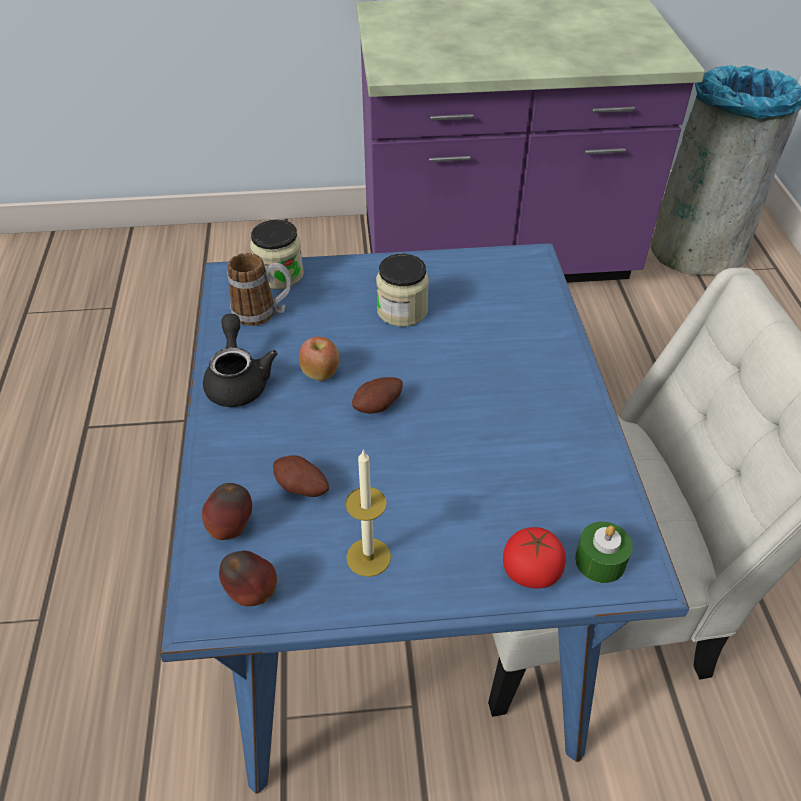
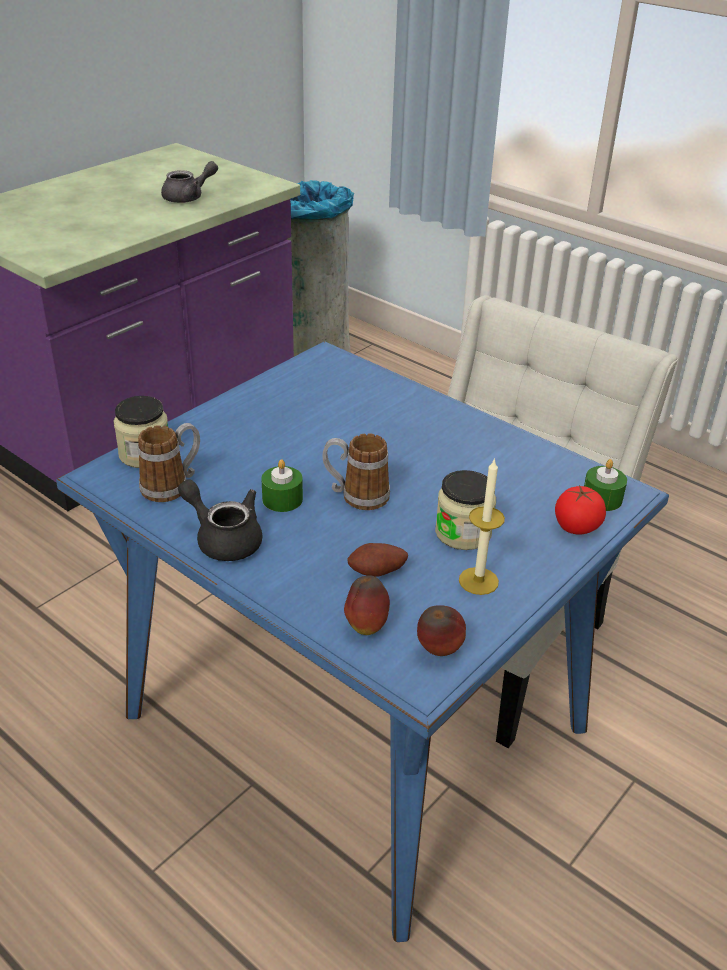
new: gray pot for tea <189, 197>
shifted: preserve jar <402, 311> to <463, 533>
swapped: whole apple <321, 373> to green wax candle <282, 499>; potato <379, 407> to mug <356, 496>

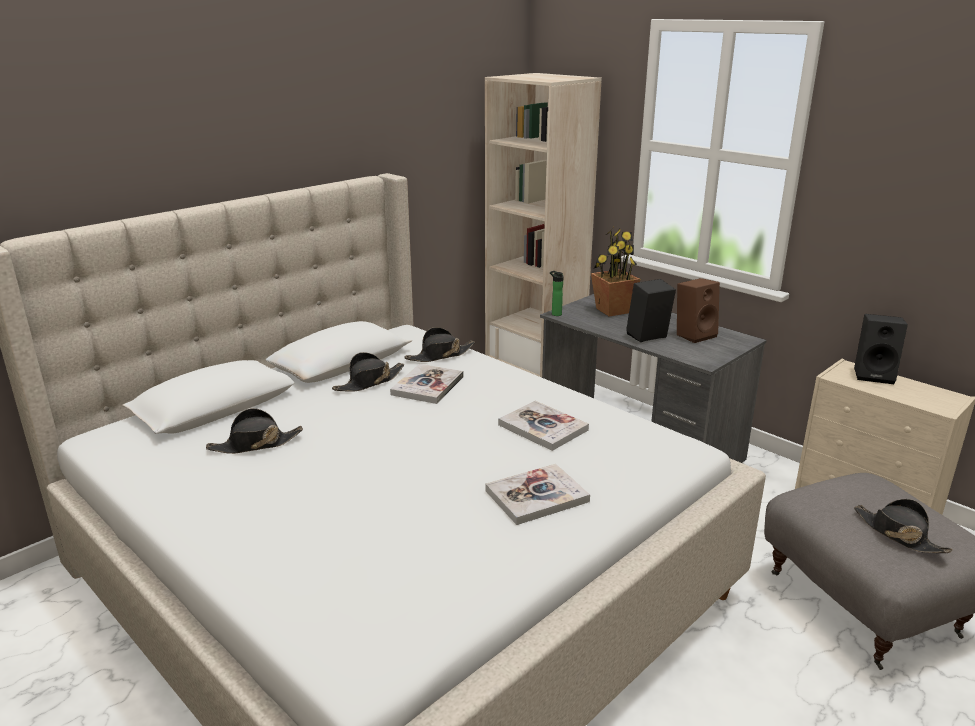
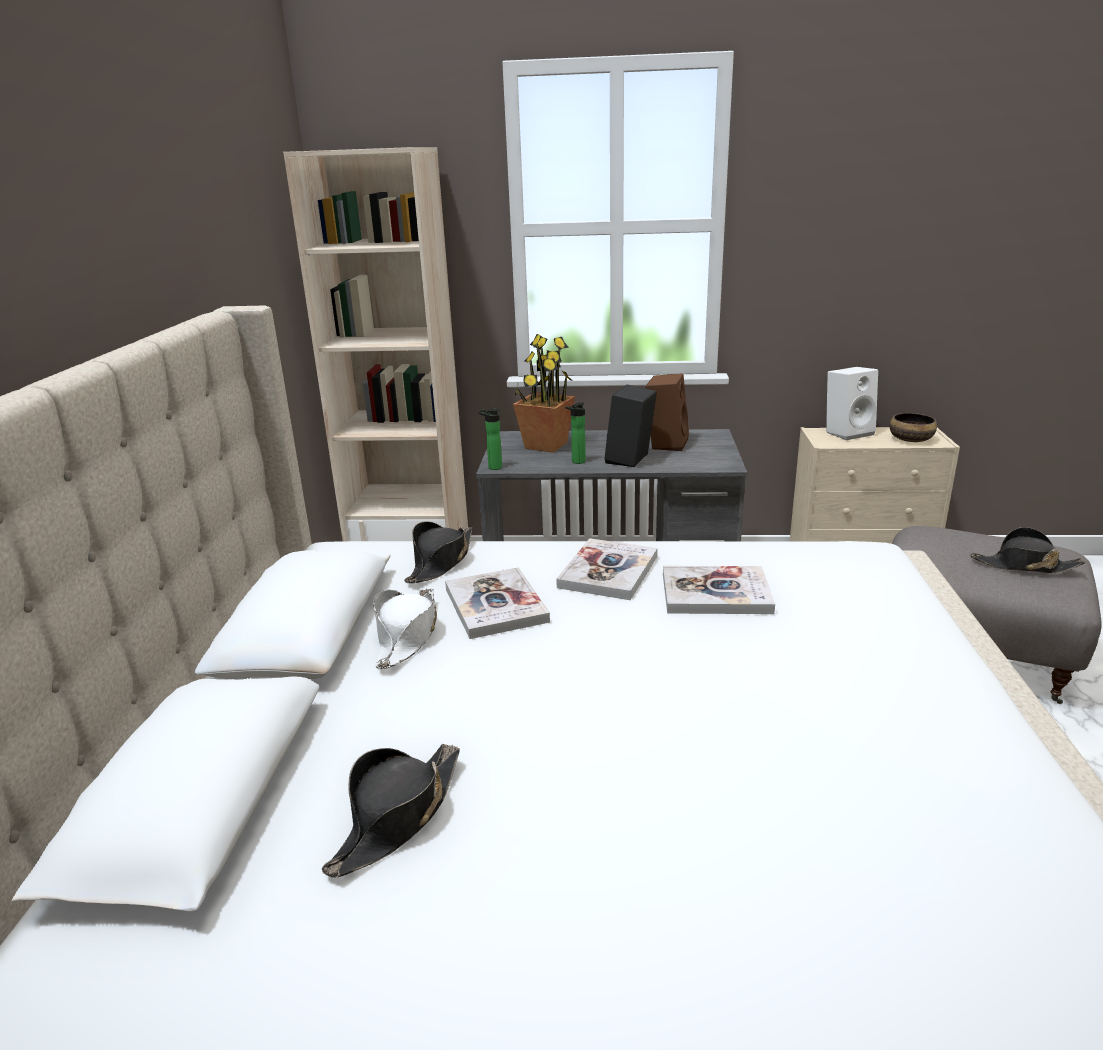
new: bottle <576, 462>; deep dish <910, 439>
shifted: volume <537, 496> to <608, 571>
repainted: black clothing hat <369, 382> to white clothing hat <407, 635>; black audio speaker <874, 375> to white audio speaker <848, 432>

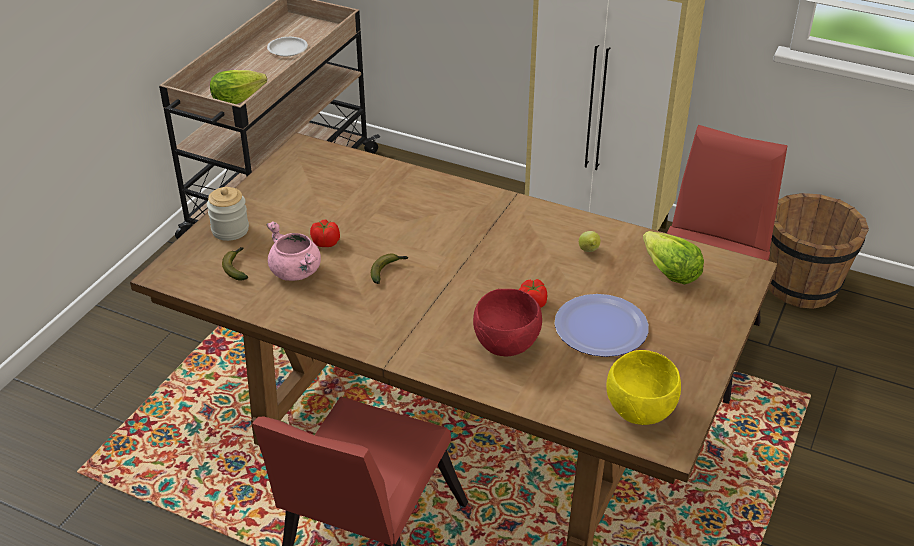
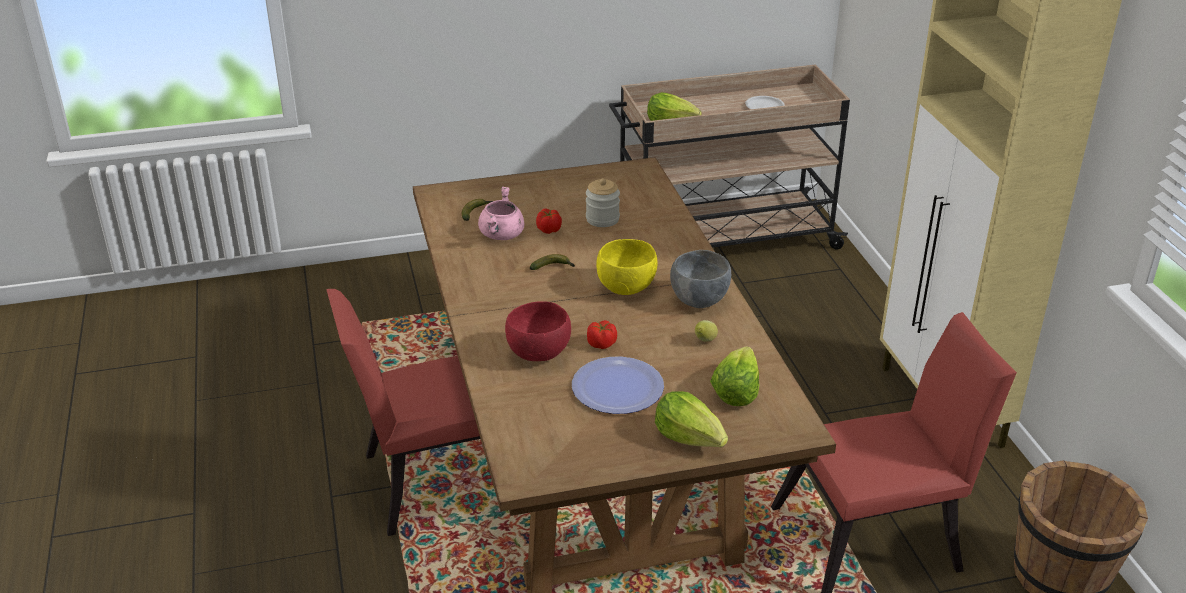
new: lettuce head <690, 437>; gray deep dish <698, 301>
shifted: preserve jar <230, 230> to <602, 219>; yellow deep dish <639, 411> to <625, 288>

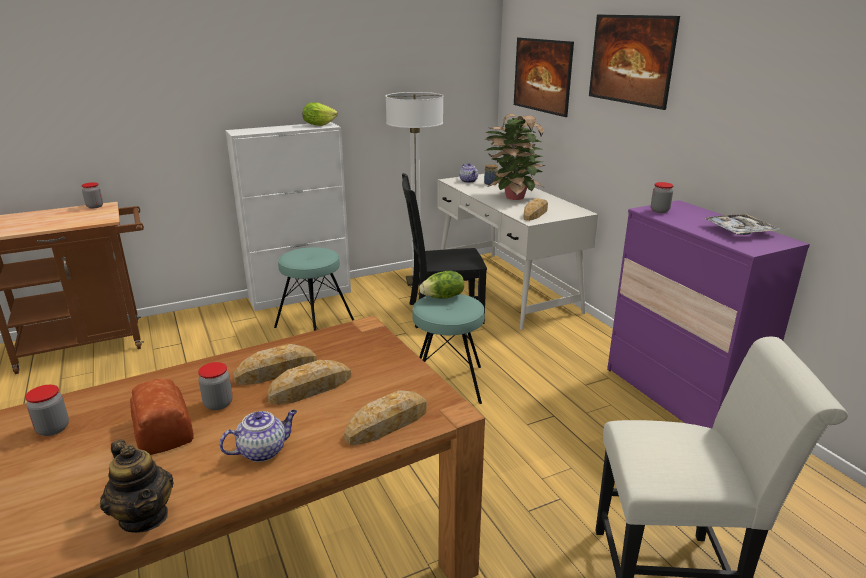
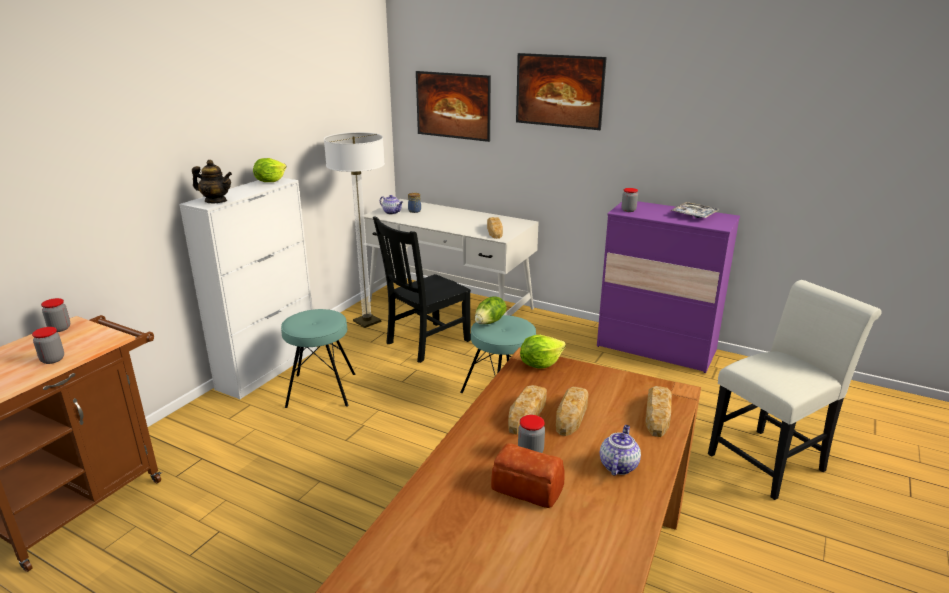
gone: potted plant <512, 197>
new: lettuce head <540, 364>
shifted: preserve jar <53, 429> to <52, 359>; pot for tea <144, 517> to <216, 201>

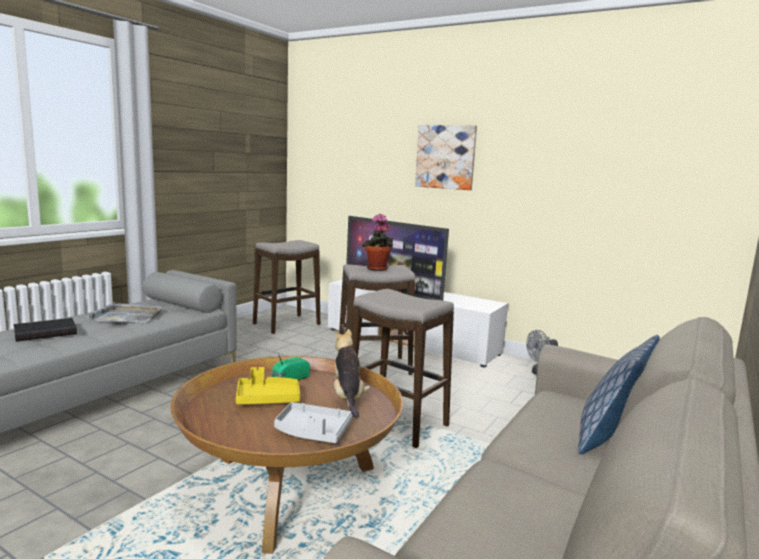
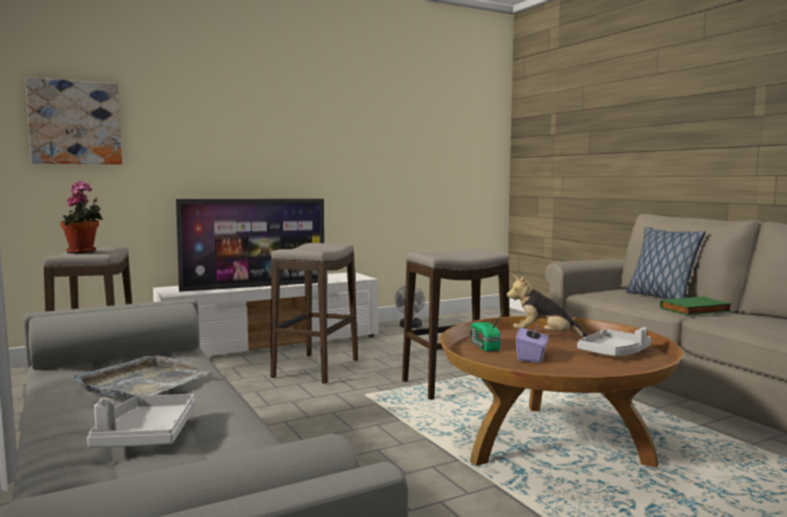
new: green volume <696, 310>
shifted: potted plant <377, 269> to <83, 252>; wall picture <446, 157> to <75, 122>
swapped: black volume <46, 332> to gray tray <146, 435>; yellow tray <267, 399> to purple box of tissues <532, 357>

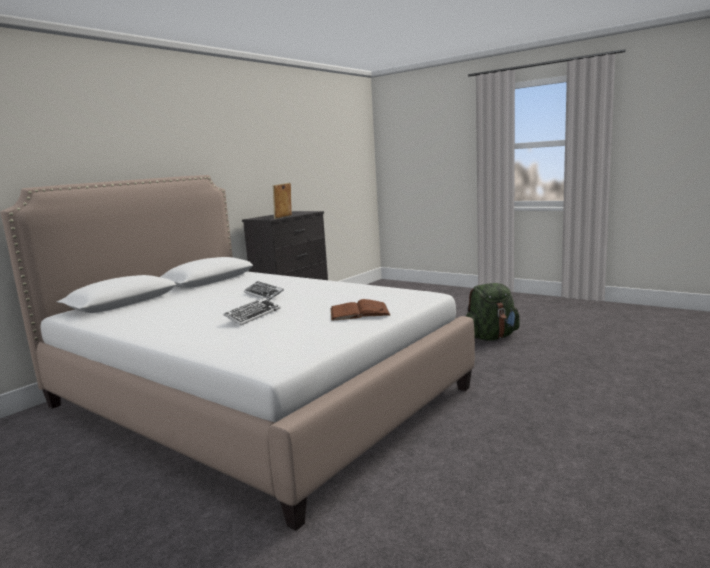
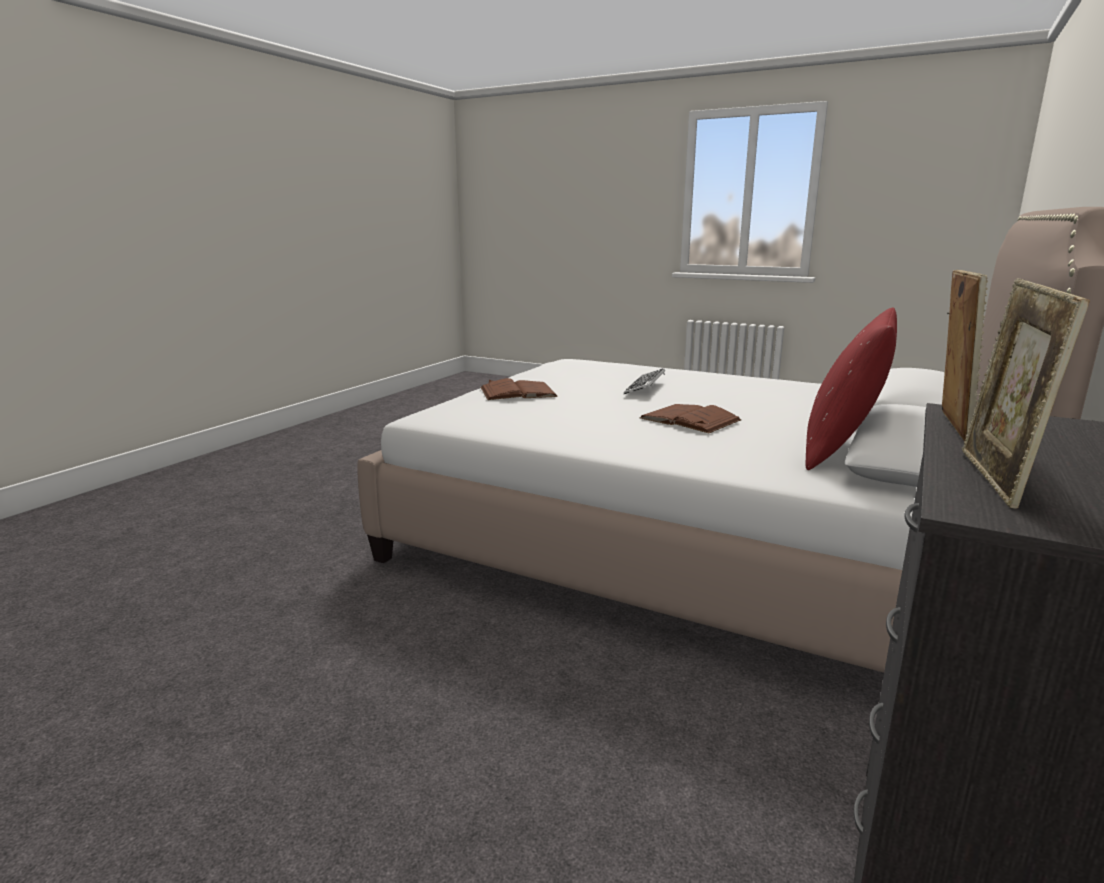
gone: green knapsack <491, 337>
new: red throw pillow <842, 451>; picture frame <995, 479>
swapped: computer keyboard <264, 294> to brown-coloured volume <690, 419>

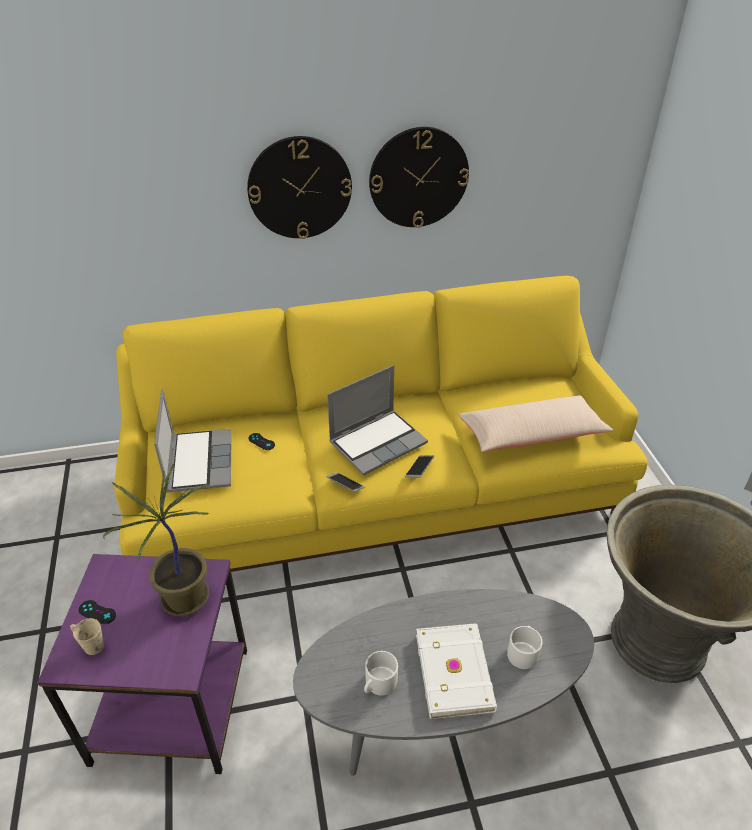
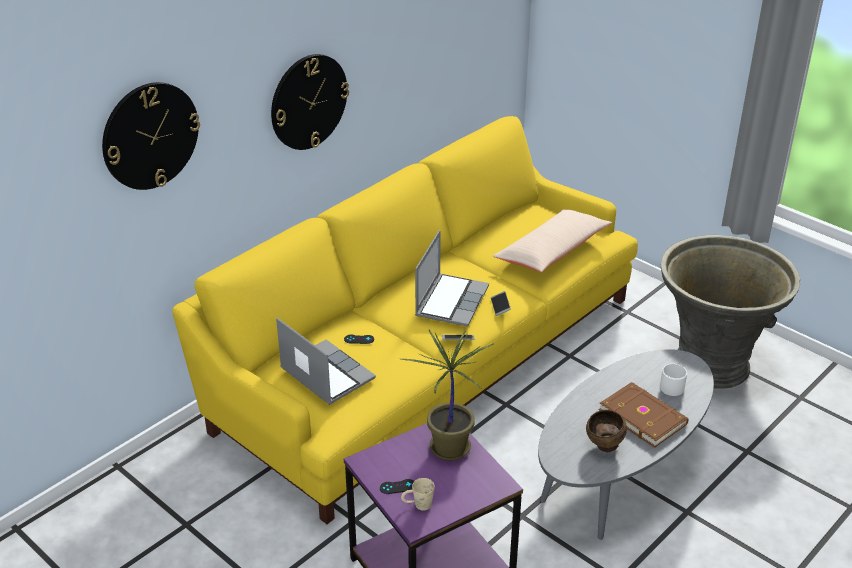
shifted: clock on the wall <418, 178> to <150, 136>
swapped: white mug <378, 683> to brown-coloured deep dish <604, 447>
repainted: white volume <456, 671> to brown-coloured volume <643, 416>

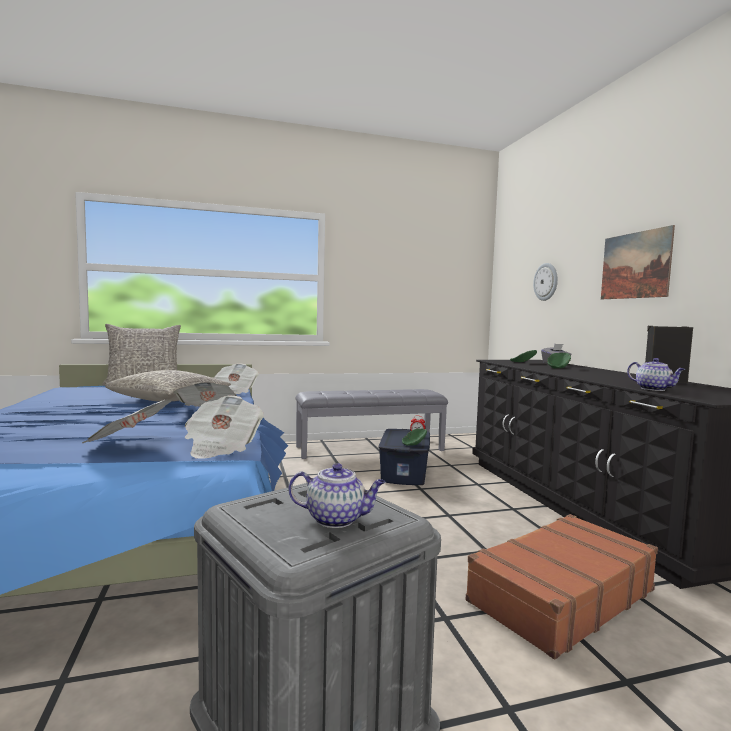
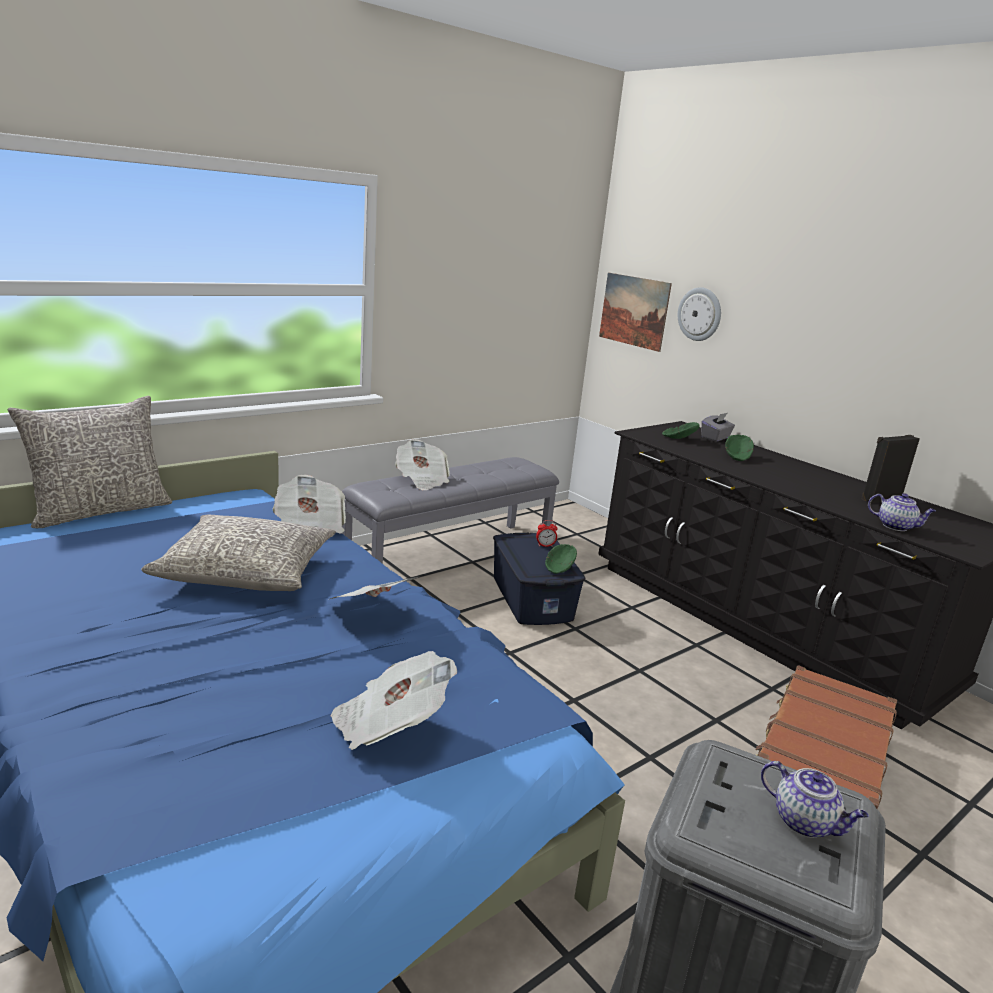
shifted: daily paper <221, 447> to <422, 480>; wall picture <635, 265> to <634, 311>
rotated: pot for tea <337, 519> = <805, 822> 60 degrees clockwise

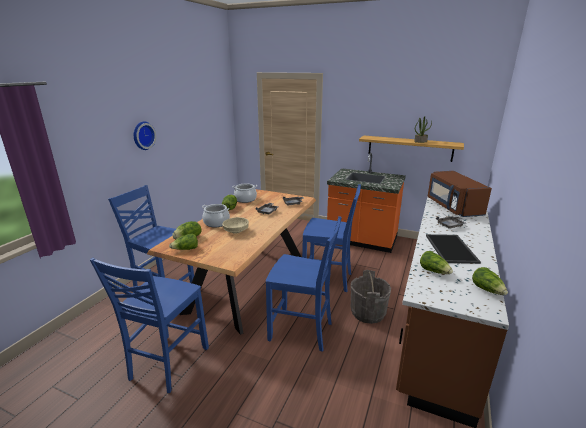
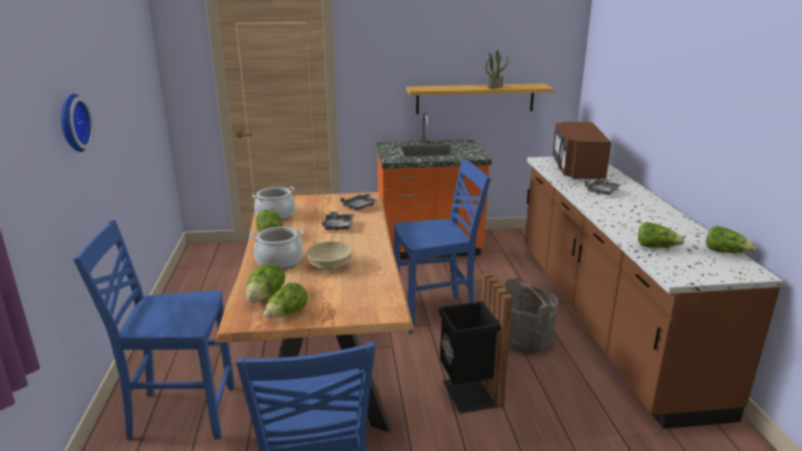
gone: tray <452, 249>
swapped: blue-coloured upright chair <302, 331> to black waste bin <469, 393>
rotated: brown-coloured microwave oven <453, 207> = <576, 169> 45 degrees clockwise

